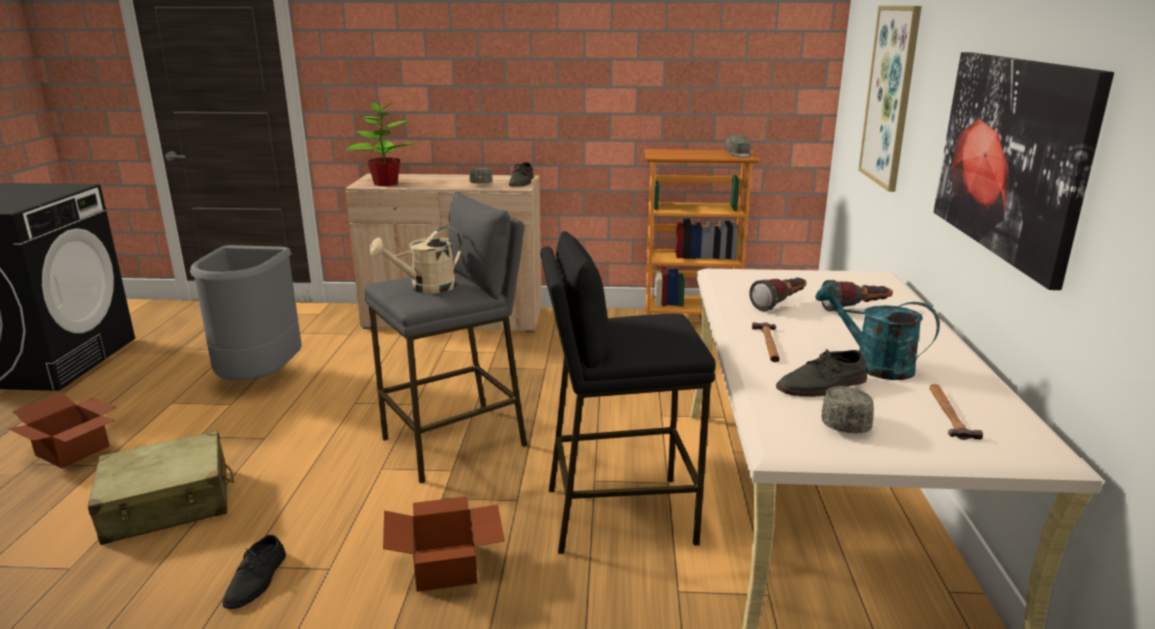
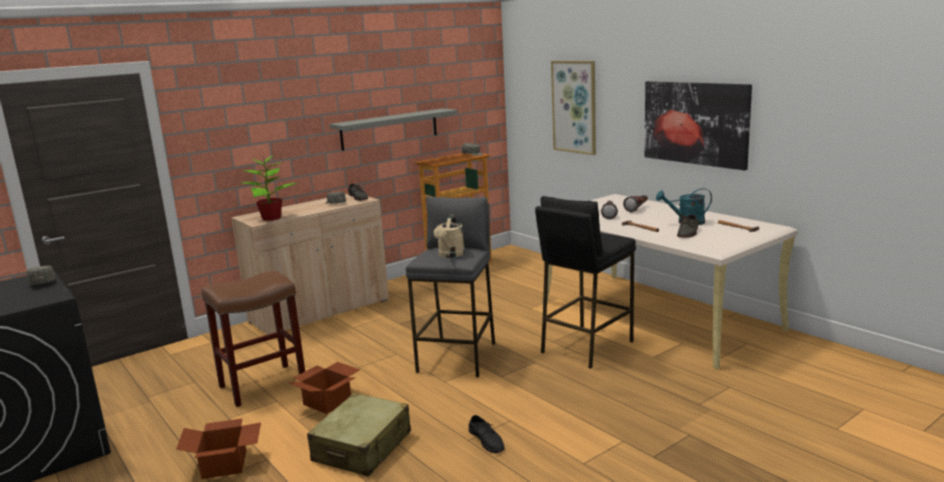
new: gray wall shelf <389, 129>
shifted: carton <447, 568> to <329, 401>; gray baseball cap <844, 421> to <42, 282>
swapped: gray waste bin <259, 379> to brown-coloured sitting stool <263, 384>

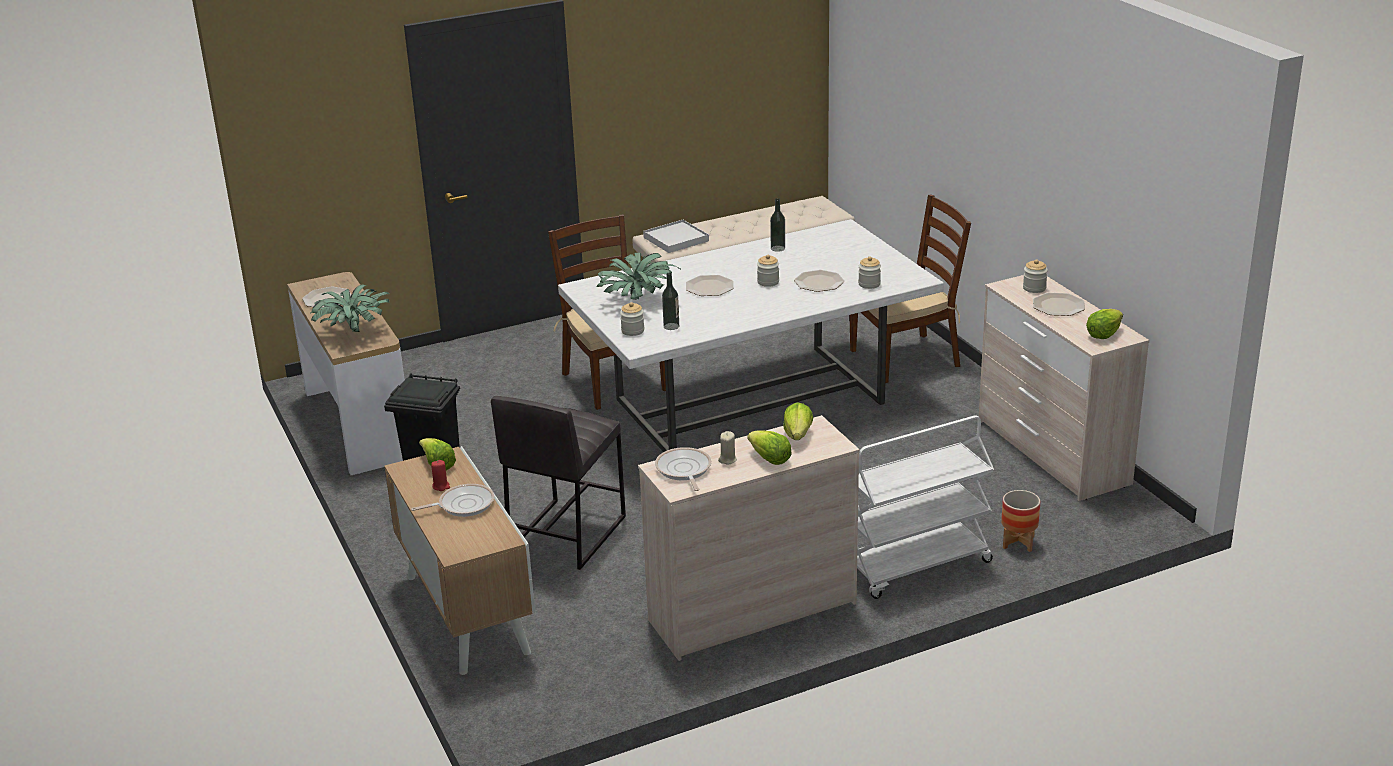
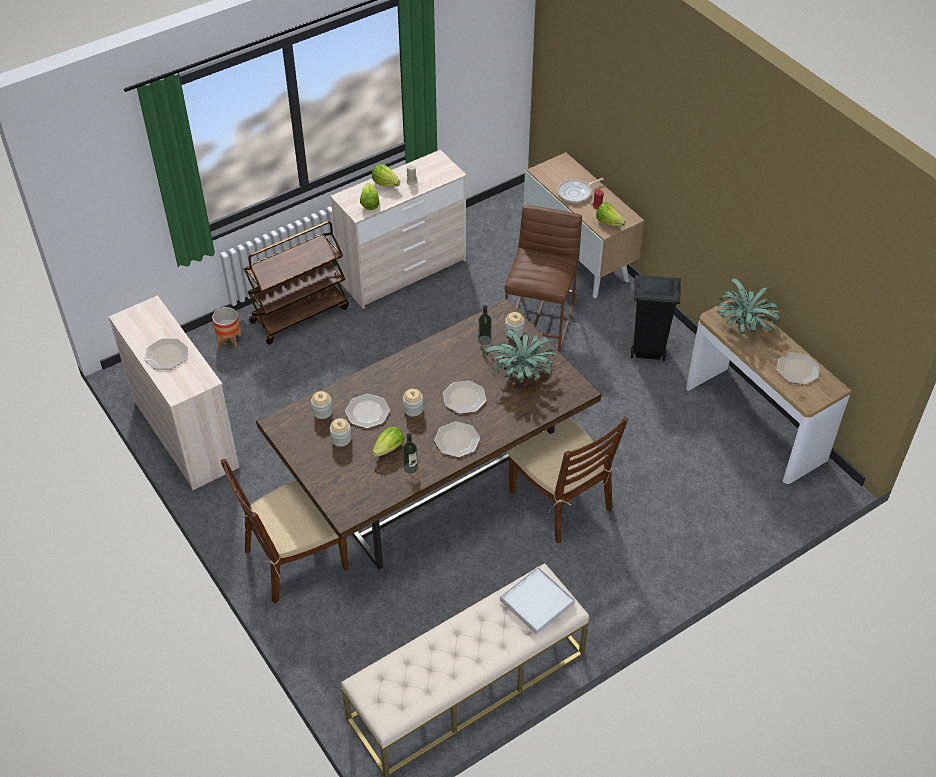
gone: frying pan <683, 470>
new: dinner plate <457, 440>
shifted: preserve jar <1034, 288> to <341, 439>; lettuce head <1103, 334> to <389, 449>
repainted: gray sitting stool <565, 534> to brown-coloured sitting stool <540, 323>; white dining table <752, 401> to brown-coloured dining table <432, 481>; white cart <916, 567> to brown-coloured cart <300, 314>

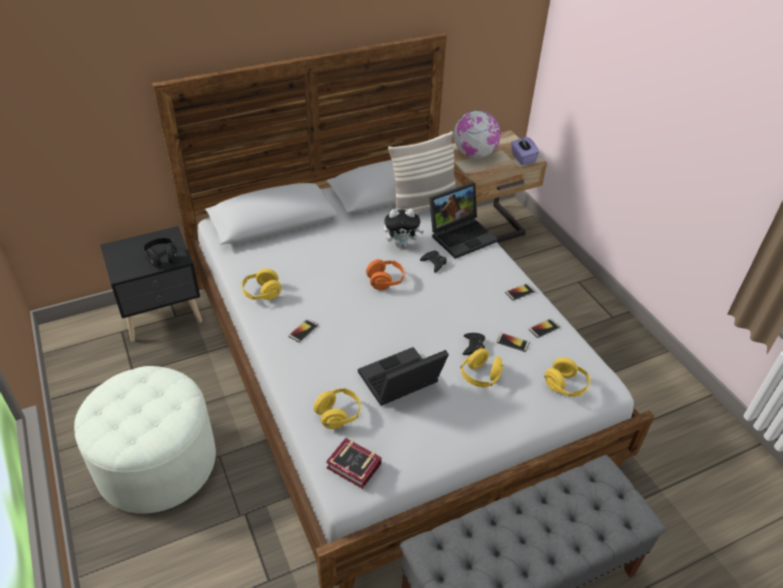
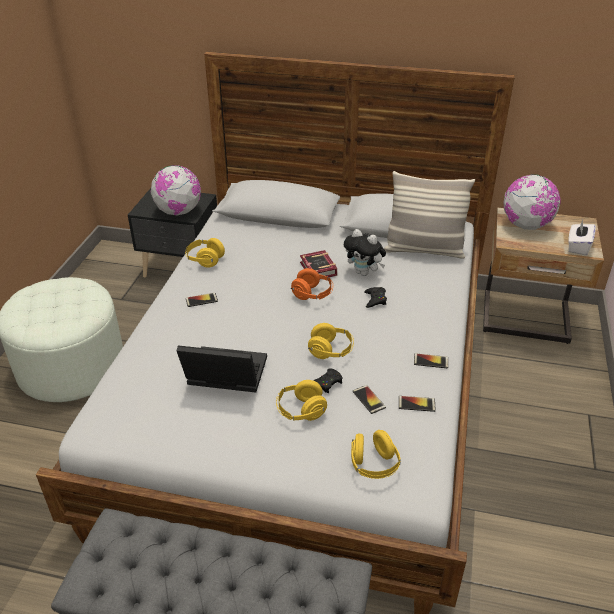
gone: laptop <462, 235>
shifted: yellow headset <338, 415> to <331, 351>; volume <355, 468> to <318, 270>
swapped: black headset <162, 258> to globe <179, 211>
repainted: purple box of tissues <522, 158> to white box of tissues <578, 247>

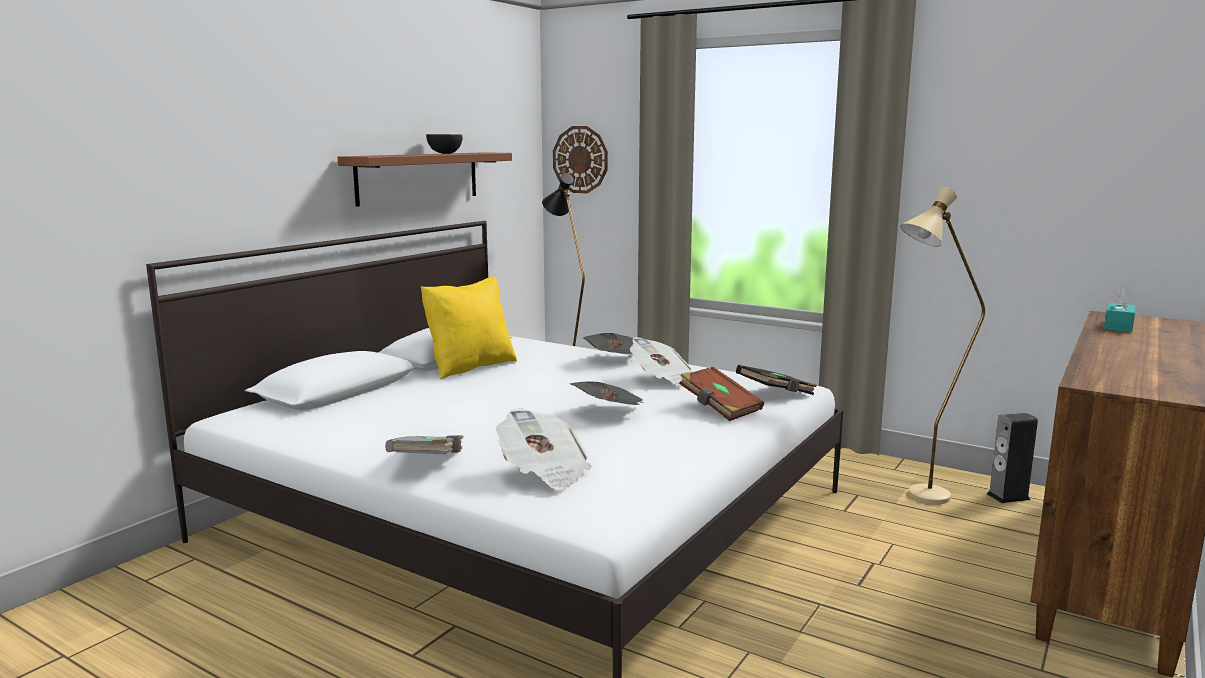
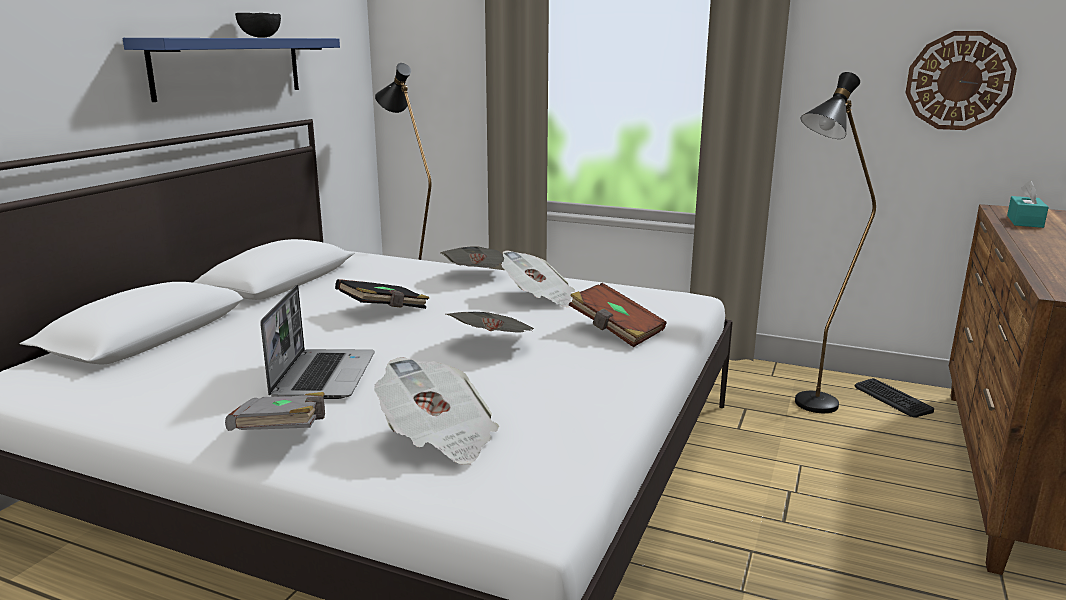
gone: yellow throw pillow <470, 367>
new: laptop <323, 375>
shifted: clock on the wall <580, 159> to <959, 81>; black volume <776, 394> to <384, 310>
swapped: audio speaker <1008, 496> to computer keyboard <892, 399>
repainted: brown-coloured wall shelf <418, 177> to blue-coloured wall shelf <229, 67>; sand-coloured standing lamp <918, 499> to black standing lamp <807, 408>

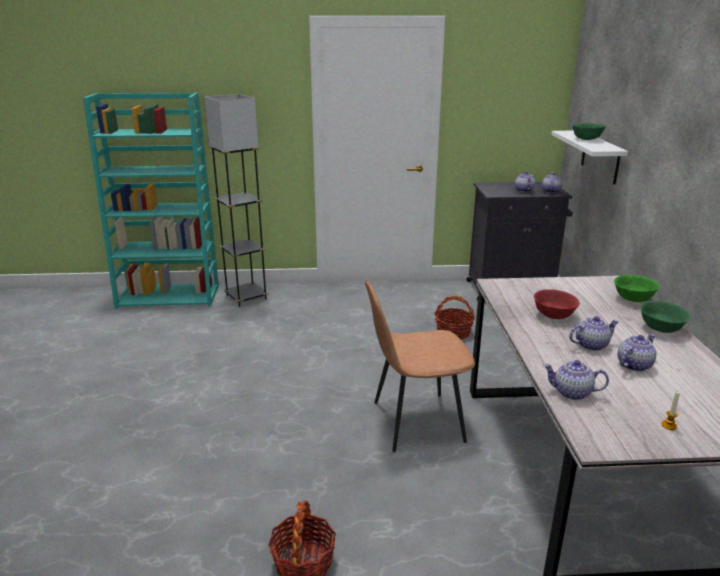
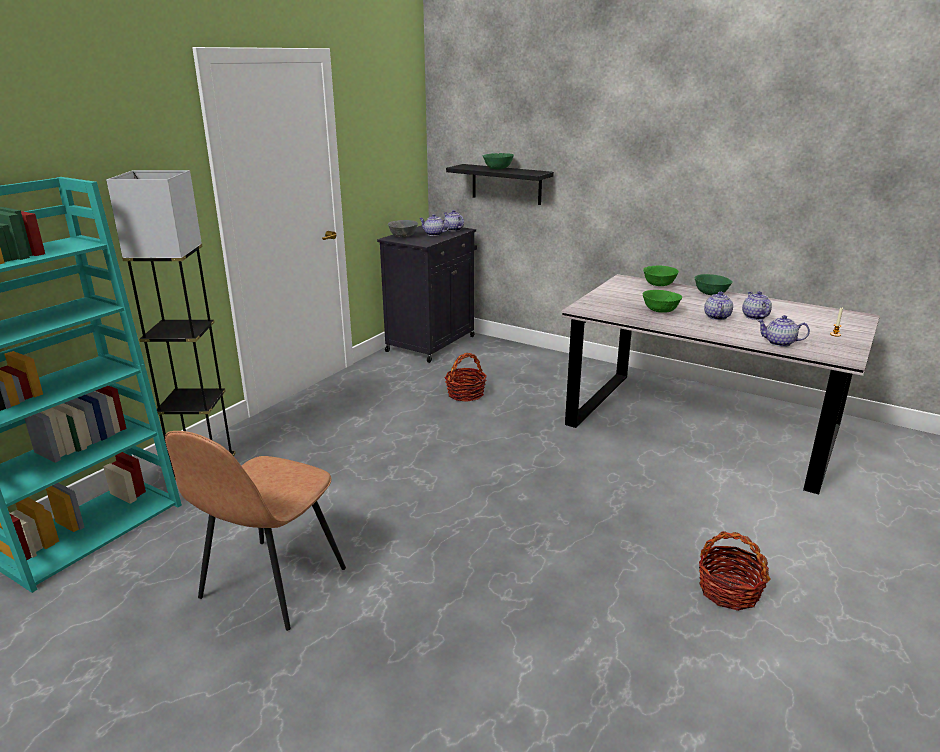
new: gray deep dish <403, 236>
shifted: brown-coloured upright chair <415, 422> to <271, 585>
repainted: red deep dish <554, 315> to green deep dish <660, 311>; white wall shelf <600, 157> to black wall shelf <506, 184>
rotated: pot for tea <571, 393> = <779, 343> 60 degrees clockwise

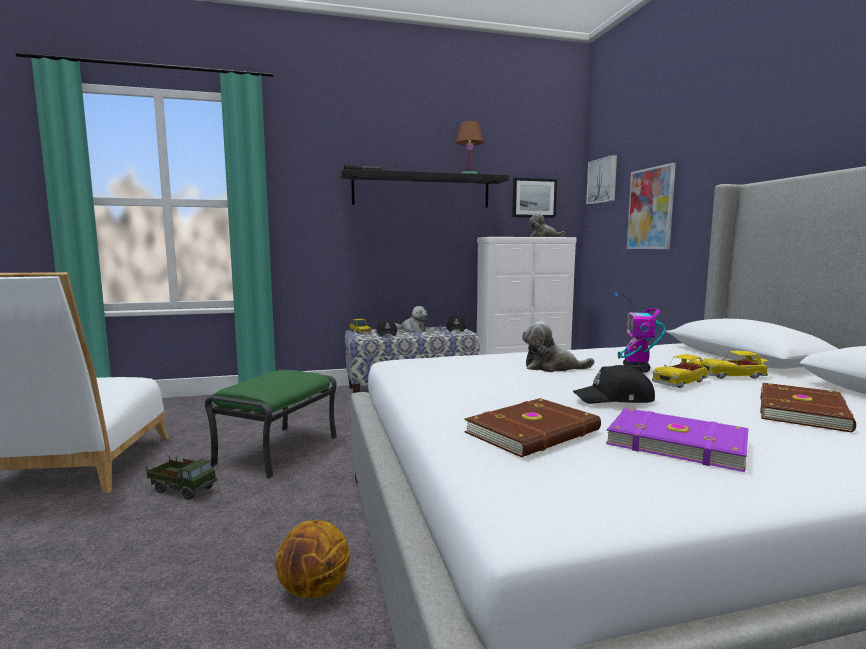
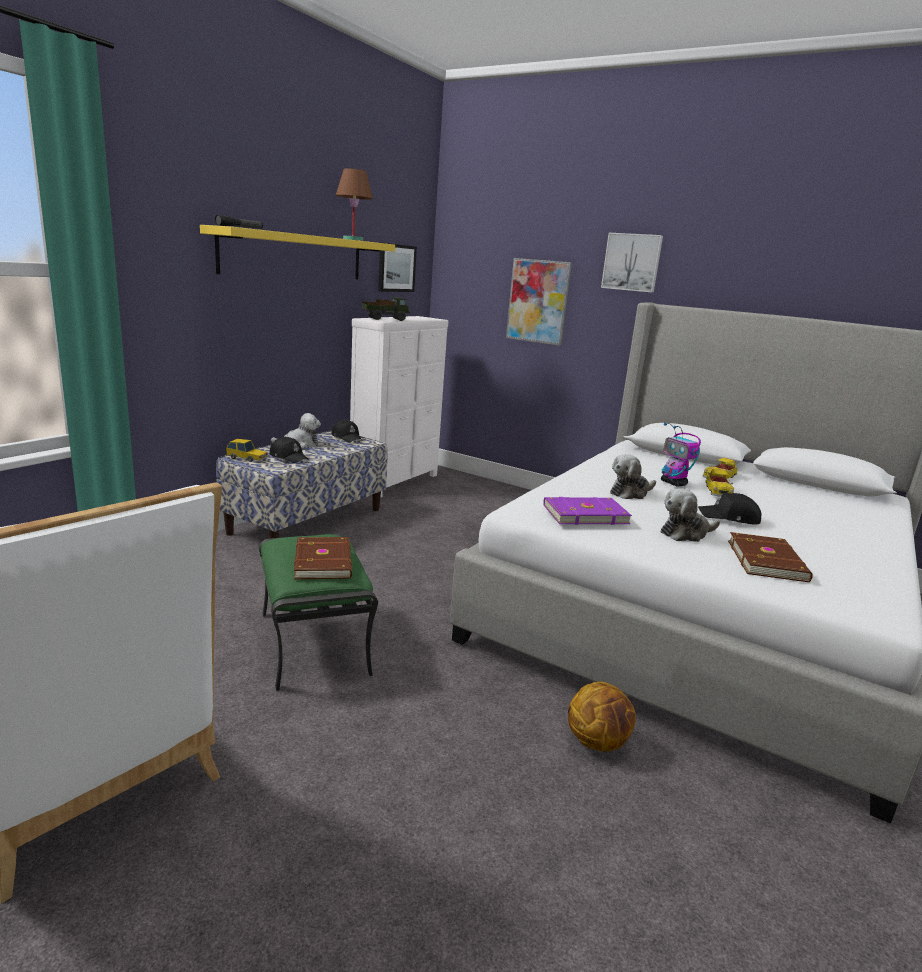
shifted: model truck <183, 489> to <385, 319>; plush toy <543, 237> to <686, 533>; wall picture <603, 180> to <632, 262>; purple volume <676, 442> to <584, 514>; brown-coloured volume <805, 411> to <325, 561>
repainted: black wall shelf <422, 191> to yellow wall shelf <295, 256>
rotated: black baseball cap <615, 399> = <730, 518> 60 degrees clockwise

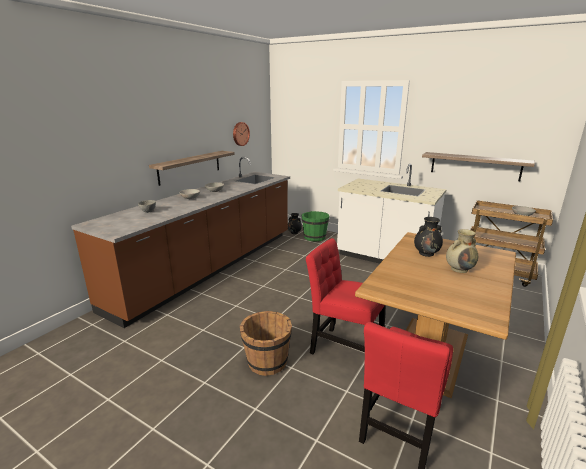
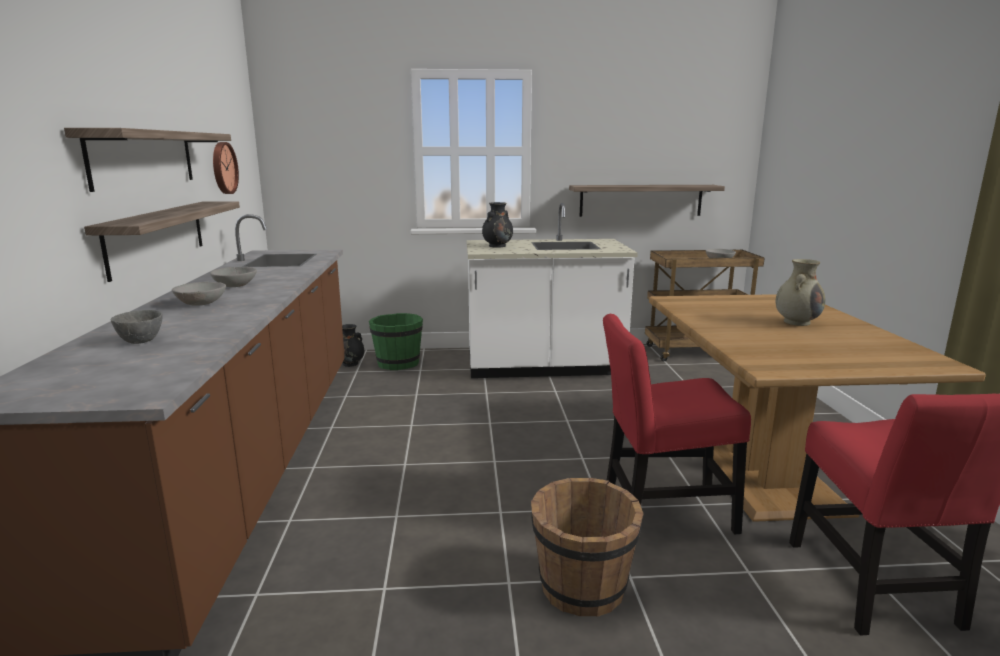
new: wall shelf <144, 158>
shifted: black decorative vase <426, 253> to <497, 246>

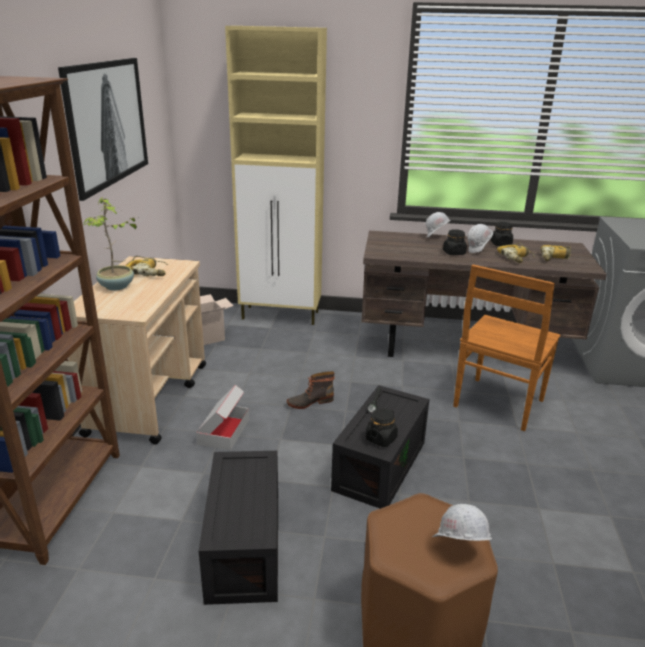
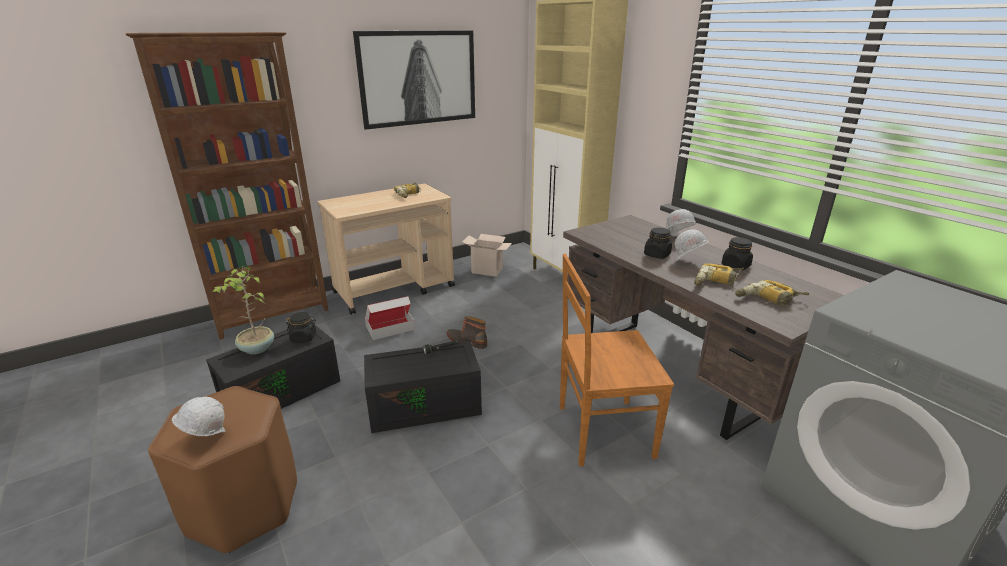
shifted: potted plant <117, 287> to <256, 349>; black preserve jar <381, 438> to <304, 338>

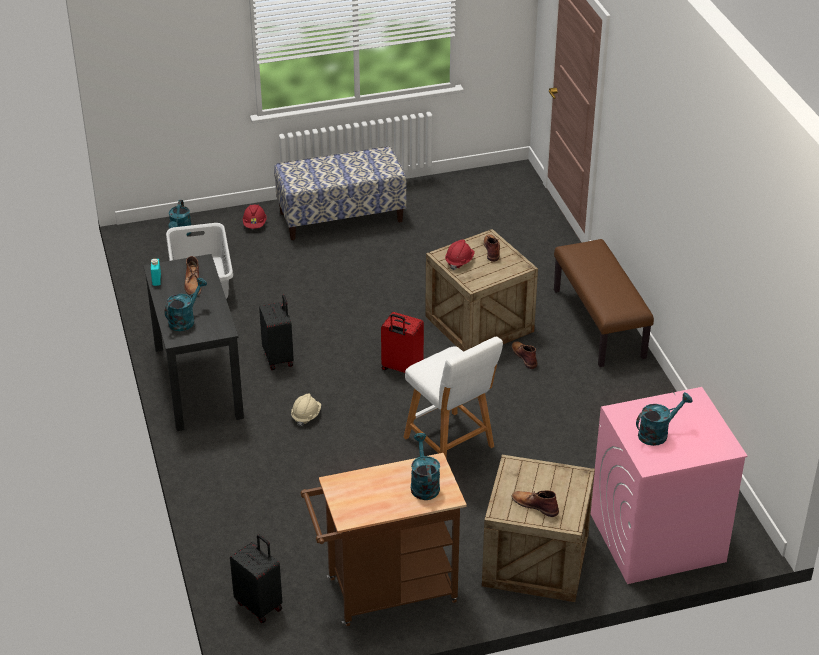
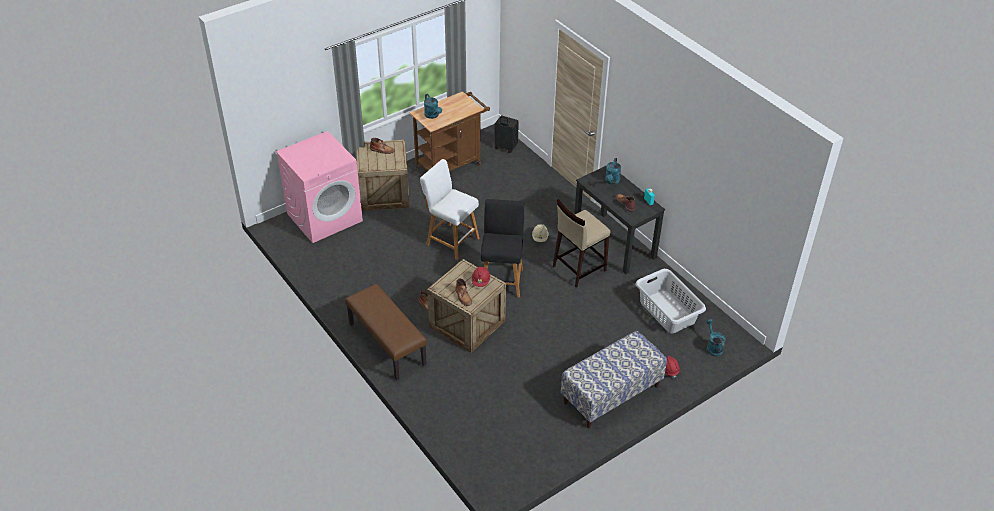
gone: turquoise watering can <657, 433>
swapped: black travel case <279, 358> to sand-coloured sitting stool <578, 268>; red travel case <401, 368> to black sitting stool <501, 279>

